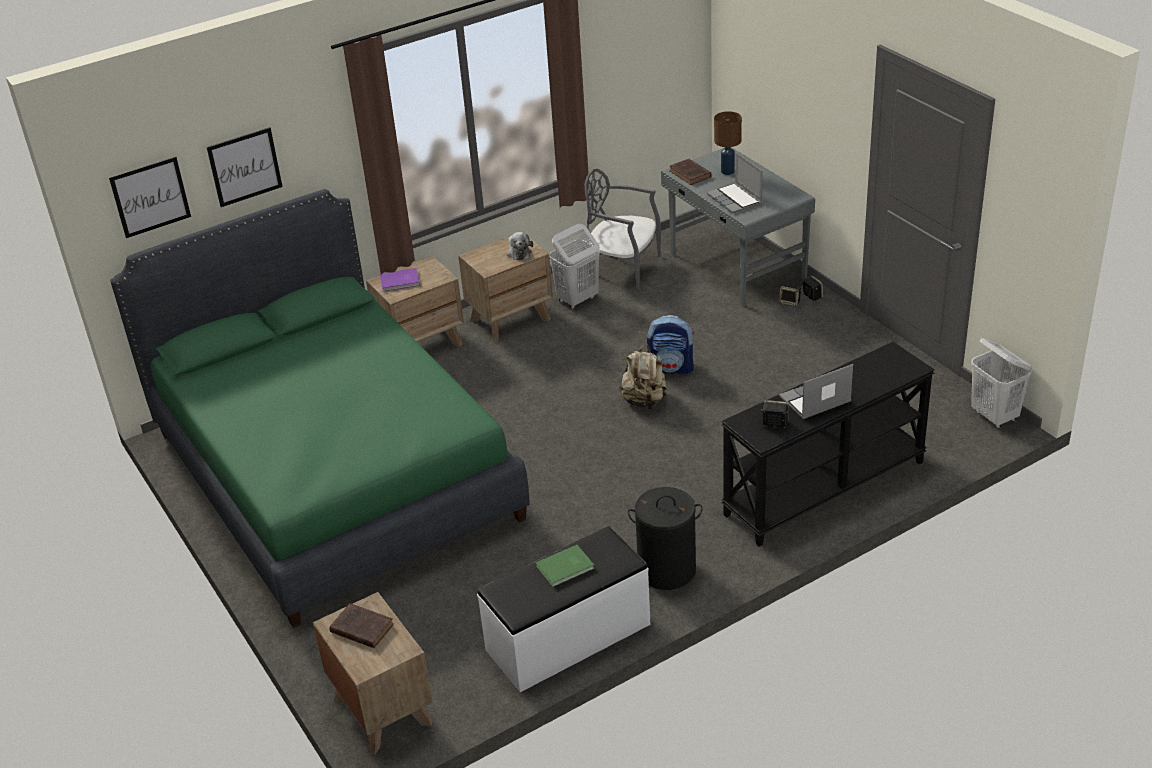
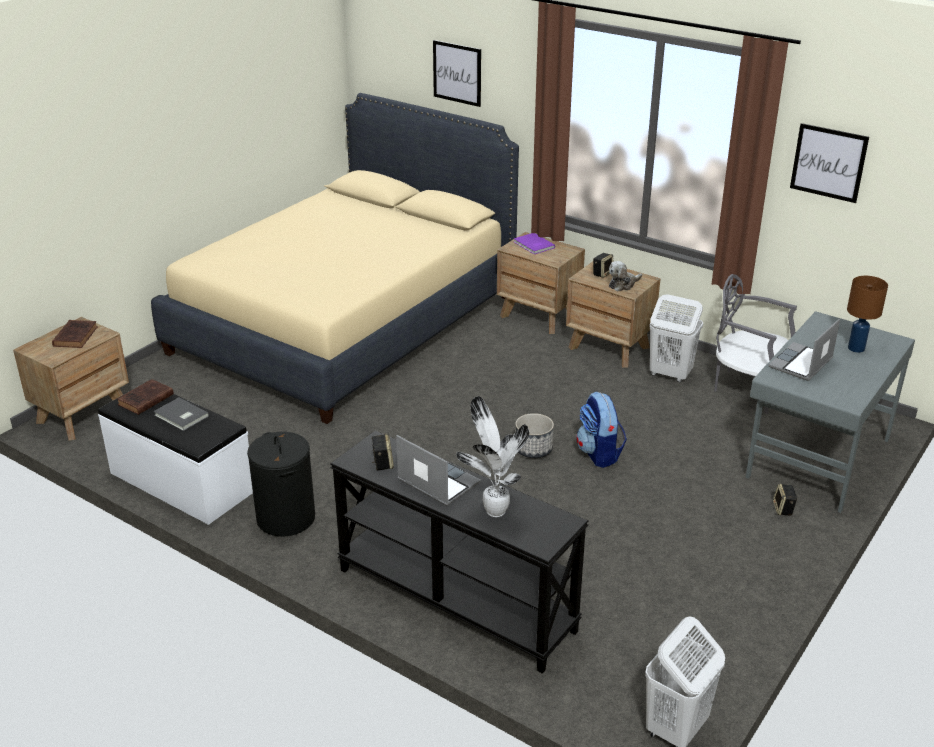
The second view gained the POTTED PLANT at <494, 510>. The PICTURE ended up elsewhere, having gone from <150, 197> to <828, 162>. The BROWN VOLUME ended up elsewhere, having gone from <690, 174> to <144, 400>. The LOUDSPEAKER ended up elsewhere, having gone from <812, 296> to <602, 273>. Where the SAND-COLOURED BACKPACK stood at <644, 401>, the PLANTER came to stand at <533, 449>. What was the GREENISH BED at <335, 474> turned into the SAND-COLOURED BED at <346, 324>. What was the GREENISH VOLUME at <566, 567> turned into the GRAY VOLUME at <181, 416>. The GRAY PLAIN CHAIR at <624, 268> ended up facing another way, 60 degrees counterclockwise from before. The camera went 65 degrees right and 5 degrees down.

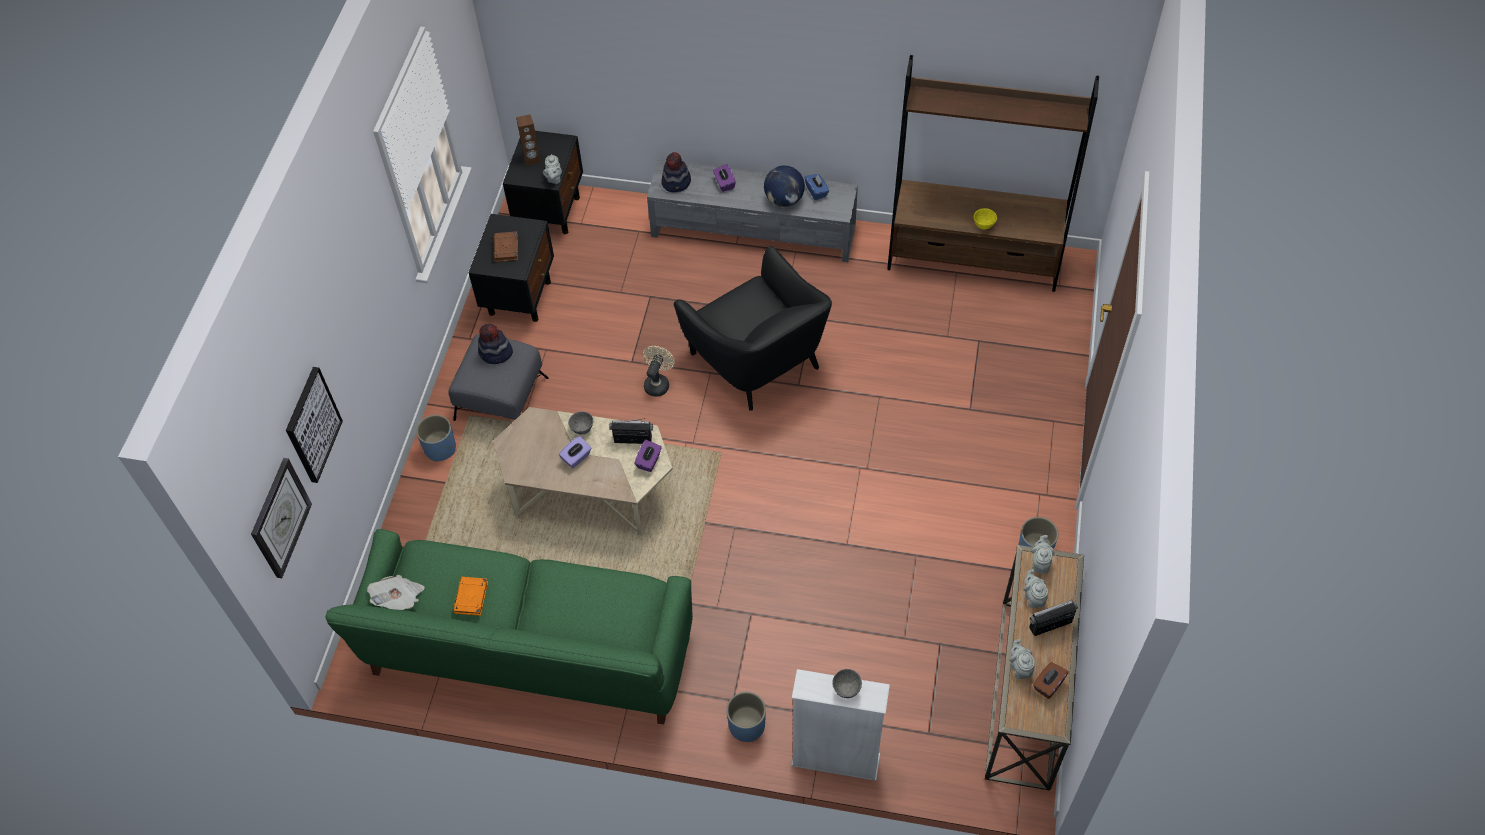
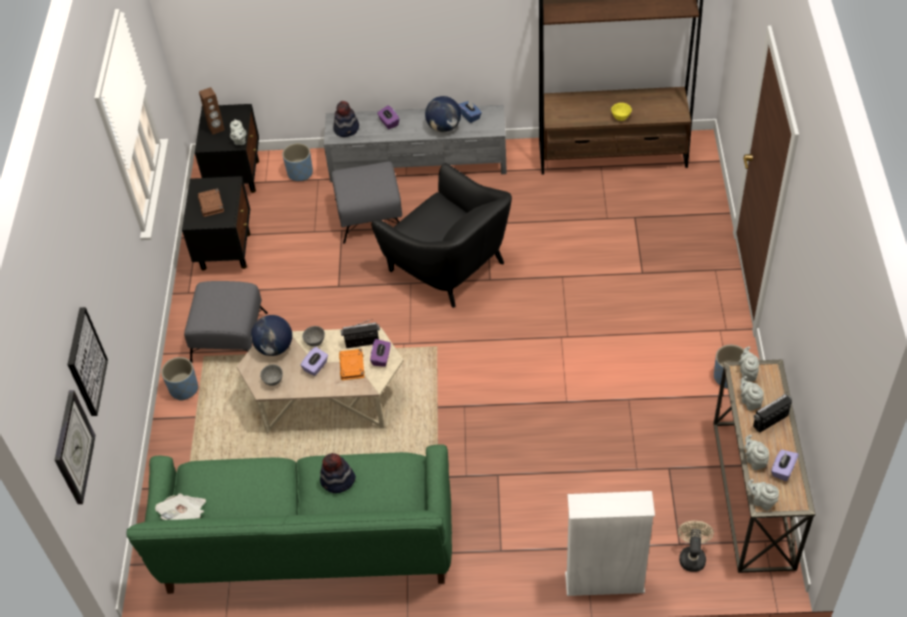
The second view gained the DESK GLOBE at <275, 348>. The second view gained the GRAY POUFFE at <370, 215>. The second view gained the GRAY POT FOR TEA at <762, 501>. The ORANGE-COLOURED VOLUME ended up elsewhere, having gone from <471, 598> to <352, 366>. The HAT ended up elsewhere, having gone from <496, 353> to <337, 481>. The SAND-COLOURED ELECTRIC FAN ended up elsewhere, having gone from <658, 383> to <692, 556>. The BLUE PLANTER ended up elsewhere, having gone from <746, 726> to <300, 173>. The GRAY SERVING BOWL ended up elsewhere, having gone from <847, 690> to <274, 381>. What was the BROWN TISSUE BOX at <1048, 684> turned into the PURPLE TISSUE BOX at <782, 470>. The camera went 10 degrees left and 5 degrees down.

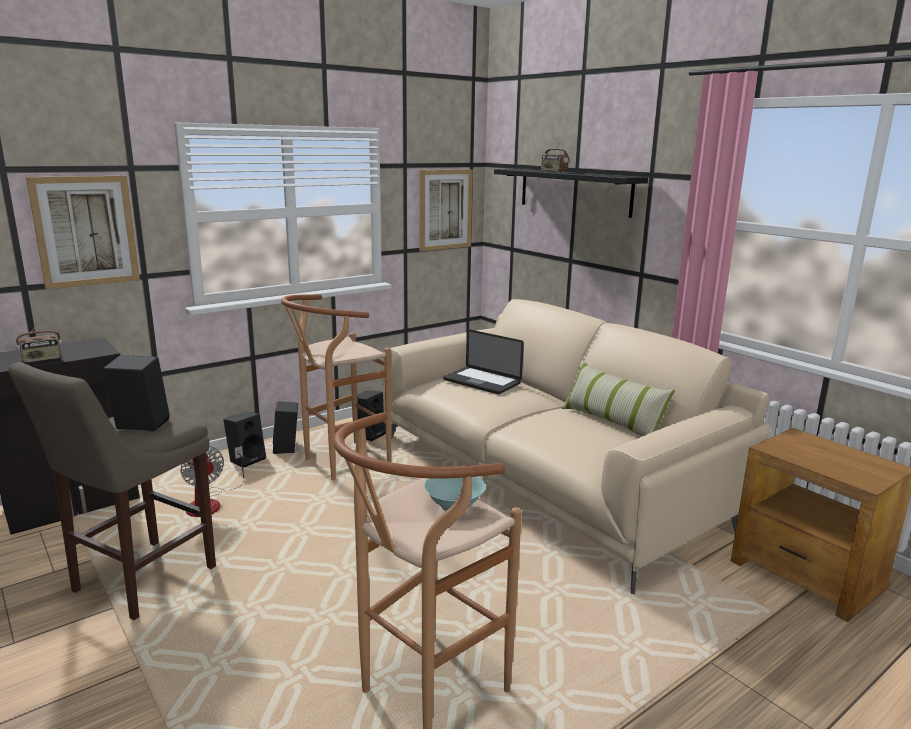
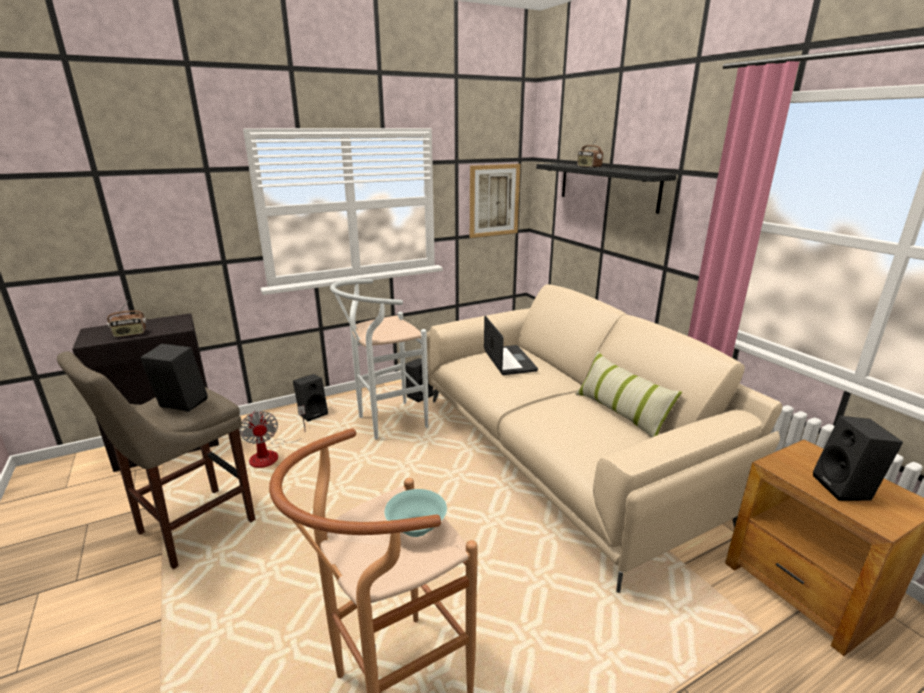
The second view lost the PICTURE at <86, 231>. The BLACKISH LOUDSPEAKER ended up elsewhere, having gone from <287, 449> to <846, 489>. What was the BROWN SITTING STOOL at <339, 464> turned into the WHITE SITTING STOOL at <385, 423>. The NOTEBOOK COMPUTER at <482, 382> ended up facing another way, 150 degrees counterclockwise from before. The camera went 10 degrees right and 5 degrees up.

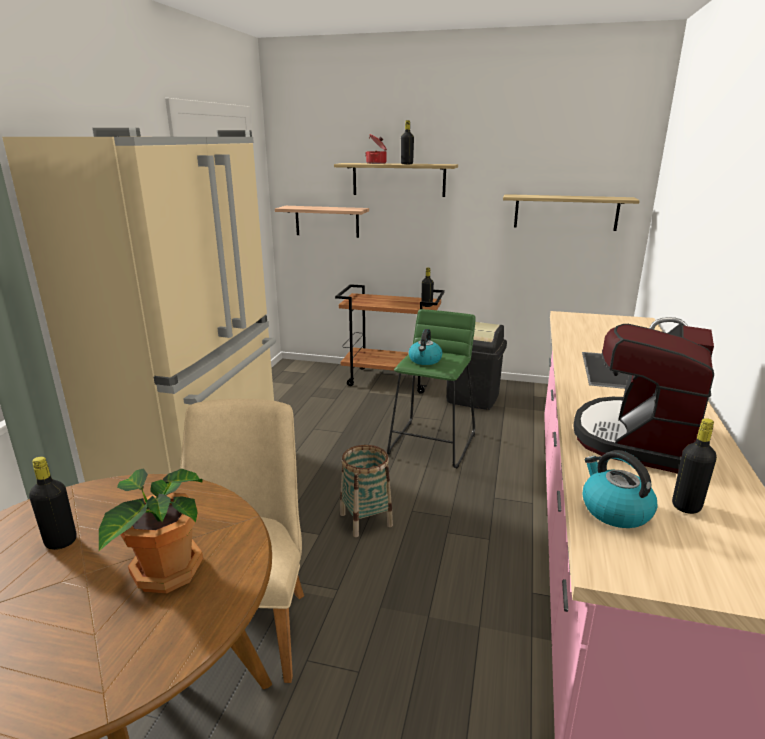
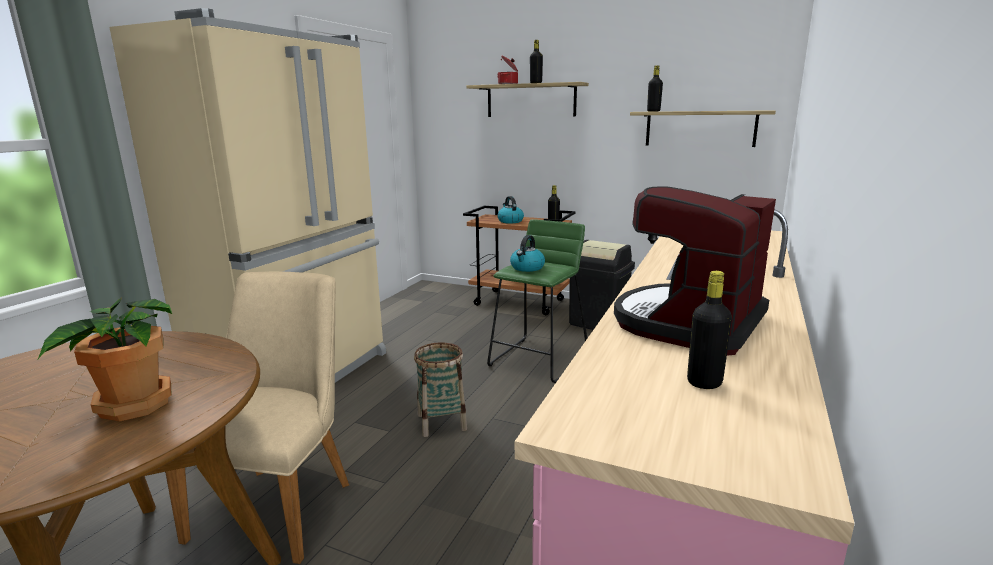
The second view lost the WALL SHELF at <327, 221>. The BLACKISH BEVERAGE BOTTLE ended up elsewhere, having gone from <61, 542> to <653, 111>. The KETTLE ended up elsewhere, having gone from <614, 510> to <510, 221>. The camera went 10 degrees right and 5 degrees down.

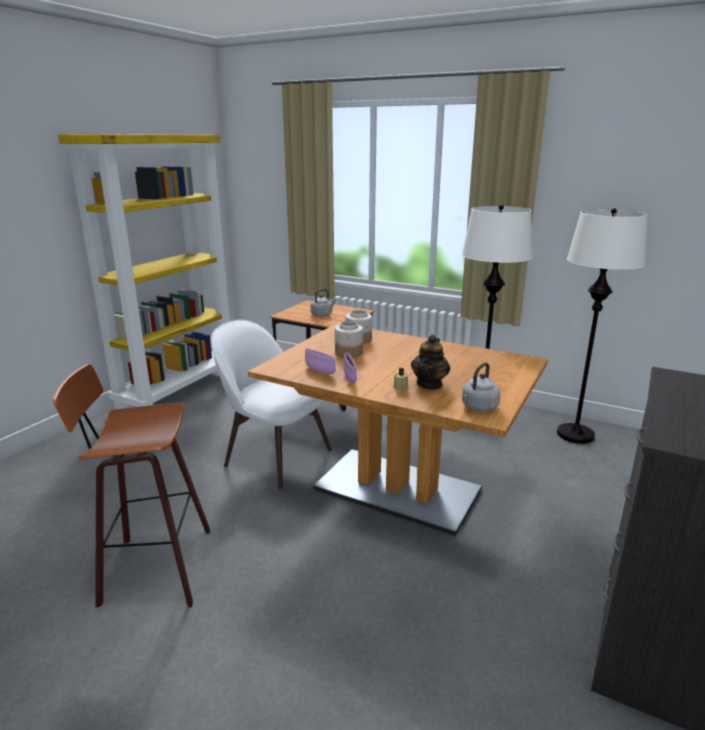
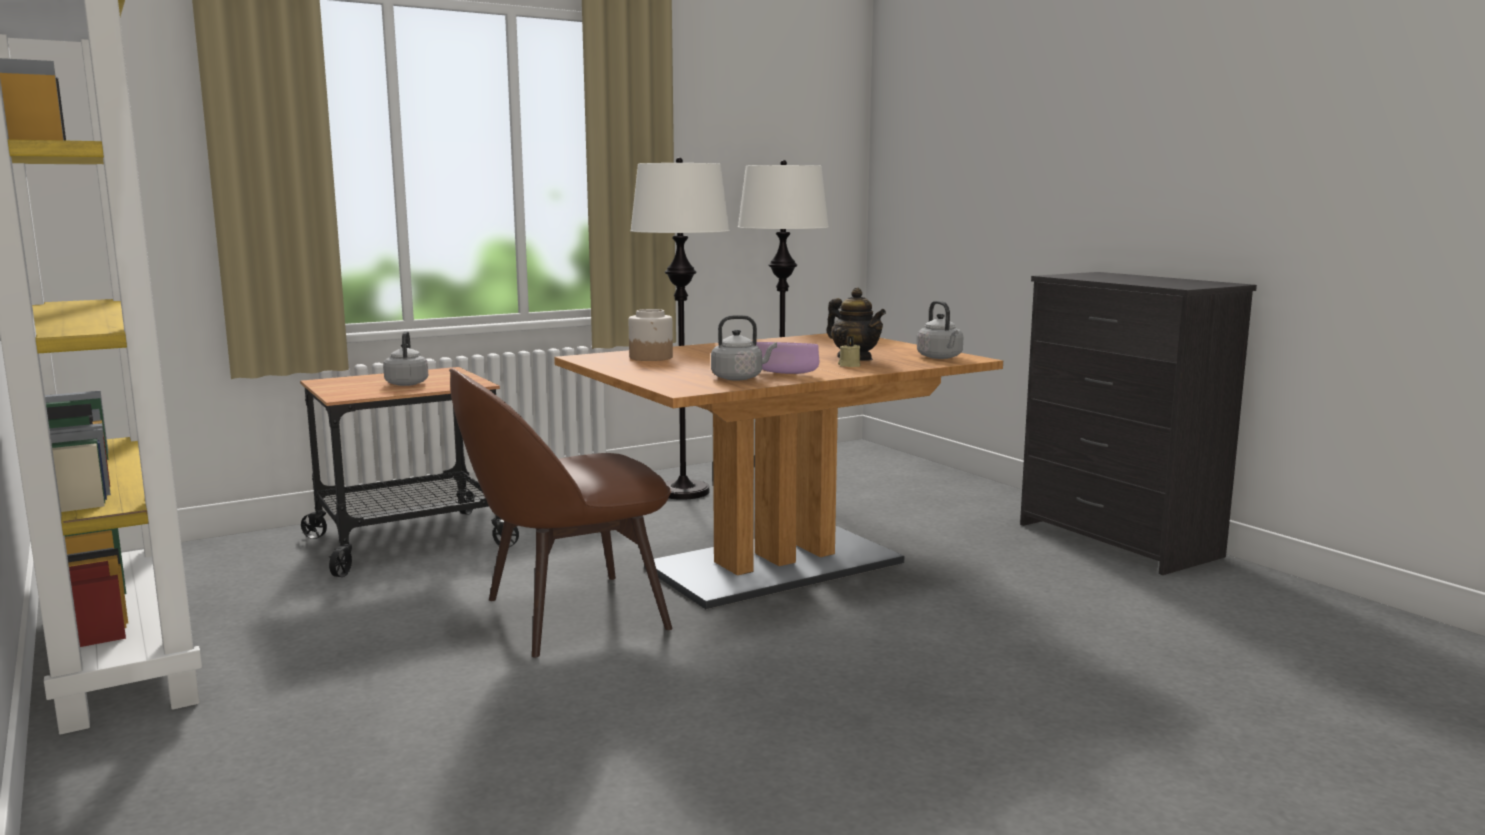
The second view lost the SITTING STOOL at <153, 568>. The second view lost the JAR at <349, 352>. Where the PURPLE SERVING BOWL stood at <320, 371>, the GRAY KETTLE came to stand at <740, 378>. What was the WHITE PLAIN CHAIR at <275, 456> turned into the BROWN PLAIN CHAIR at <567, 615>. The camera went 60 degrees left and 10 degrees down.

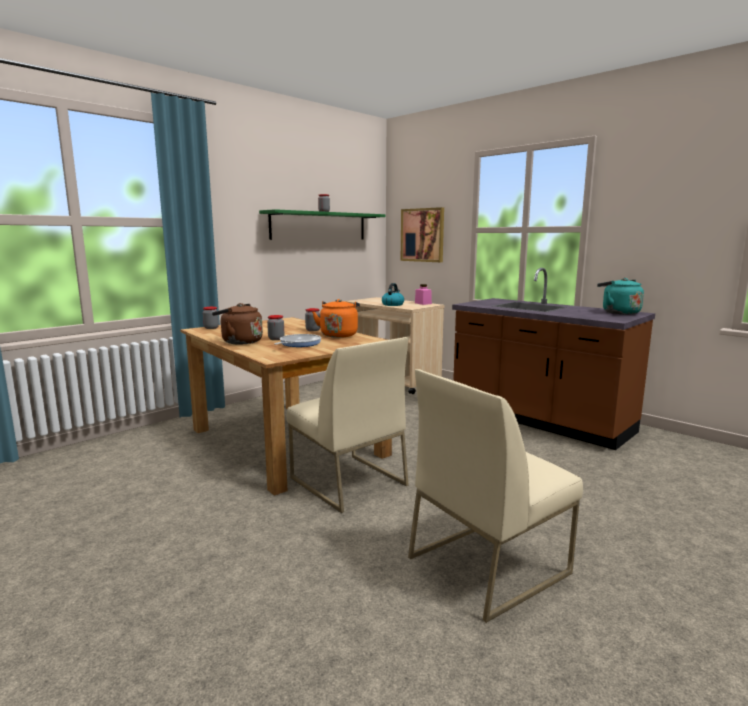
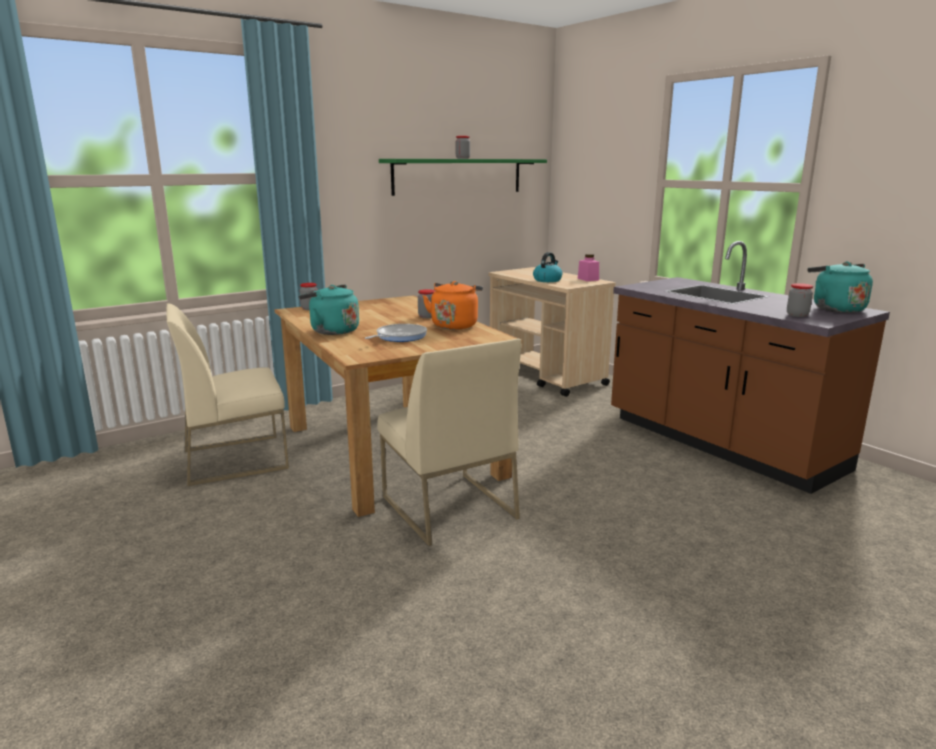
The second view lost the PICTURE at <422, 235>. The JAR ended up elsewhere, having gone from <276, 339> to <797, 315>. The SAND-COLOURED PLAIN CHAIR ended up elsewhere, having gone from <488, 564> to <236, 459>. What was the BROWN KETTLE at <239, 342> turned into the BLUE-GREEN KETTLE at <332, 331>. The camera went 10 degrees right and 5 degrees up.

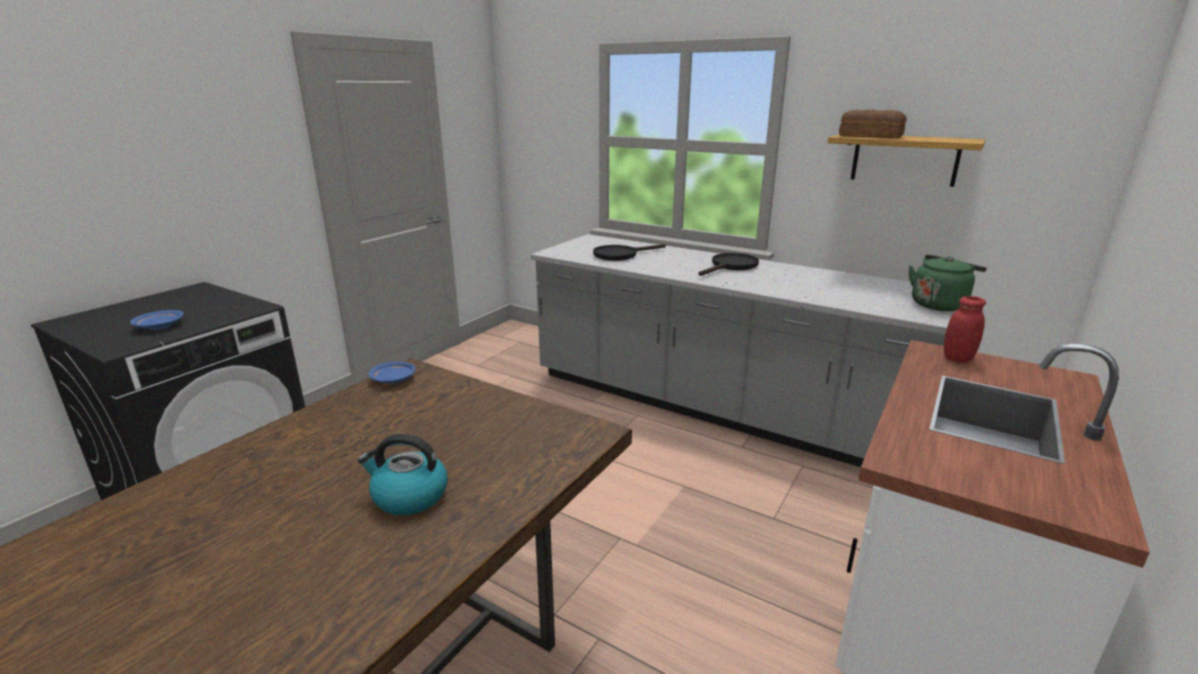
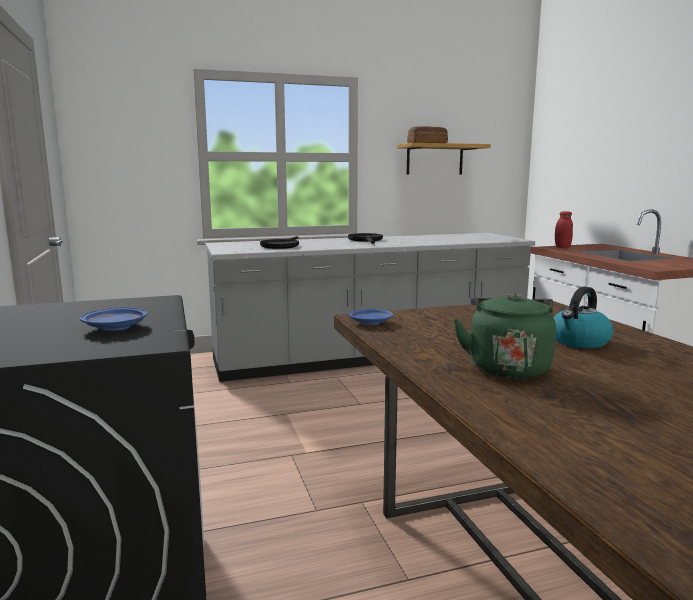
The GREENISH KETTLE ended up elsewhere, having gone from <939, 304> to <507, 367>. The camera went 50 degrees left and 10 degrees down.

